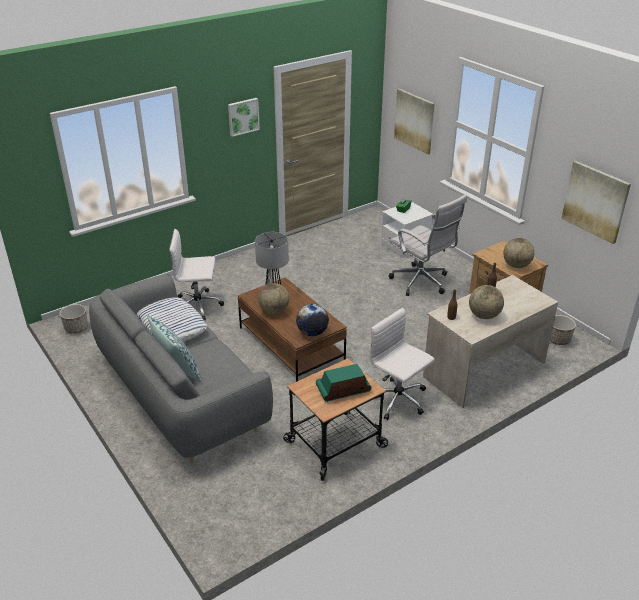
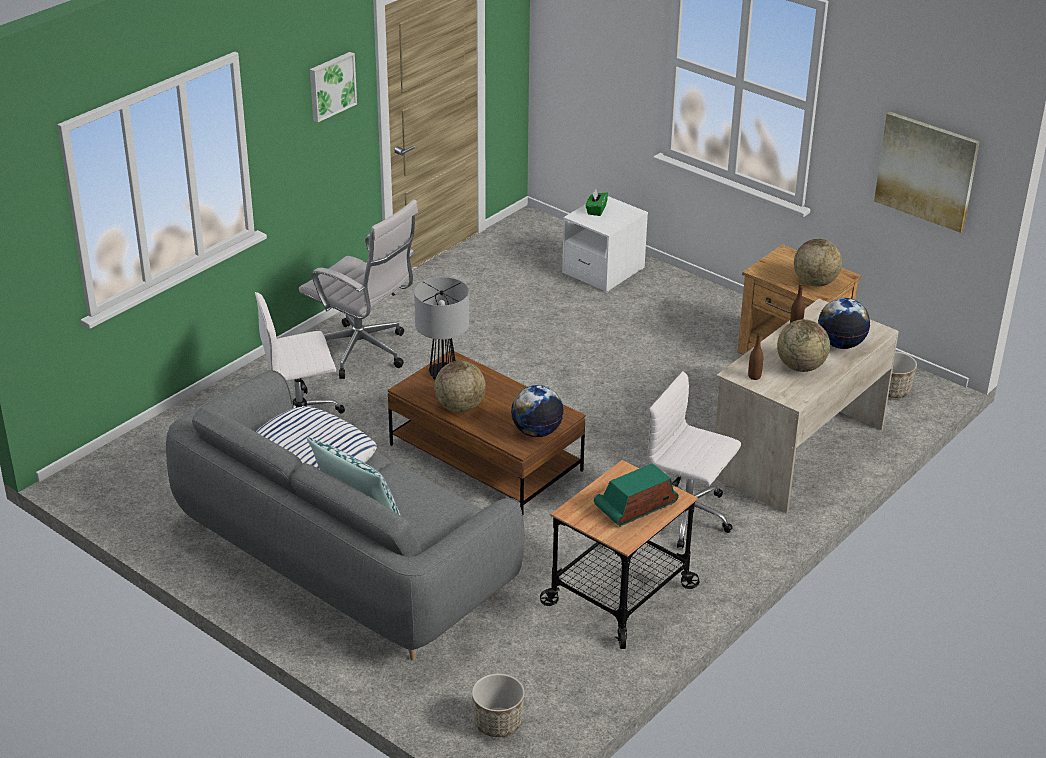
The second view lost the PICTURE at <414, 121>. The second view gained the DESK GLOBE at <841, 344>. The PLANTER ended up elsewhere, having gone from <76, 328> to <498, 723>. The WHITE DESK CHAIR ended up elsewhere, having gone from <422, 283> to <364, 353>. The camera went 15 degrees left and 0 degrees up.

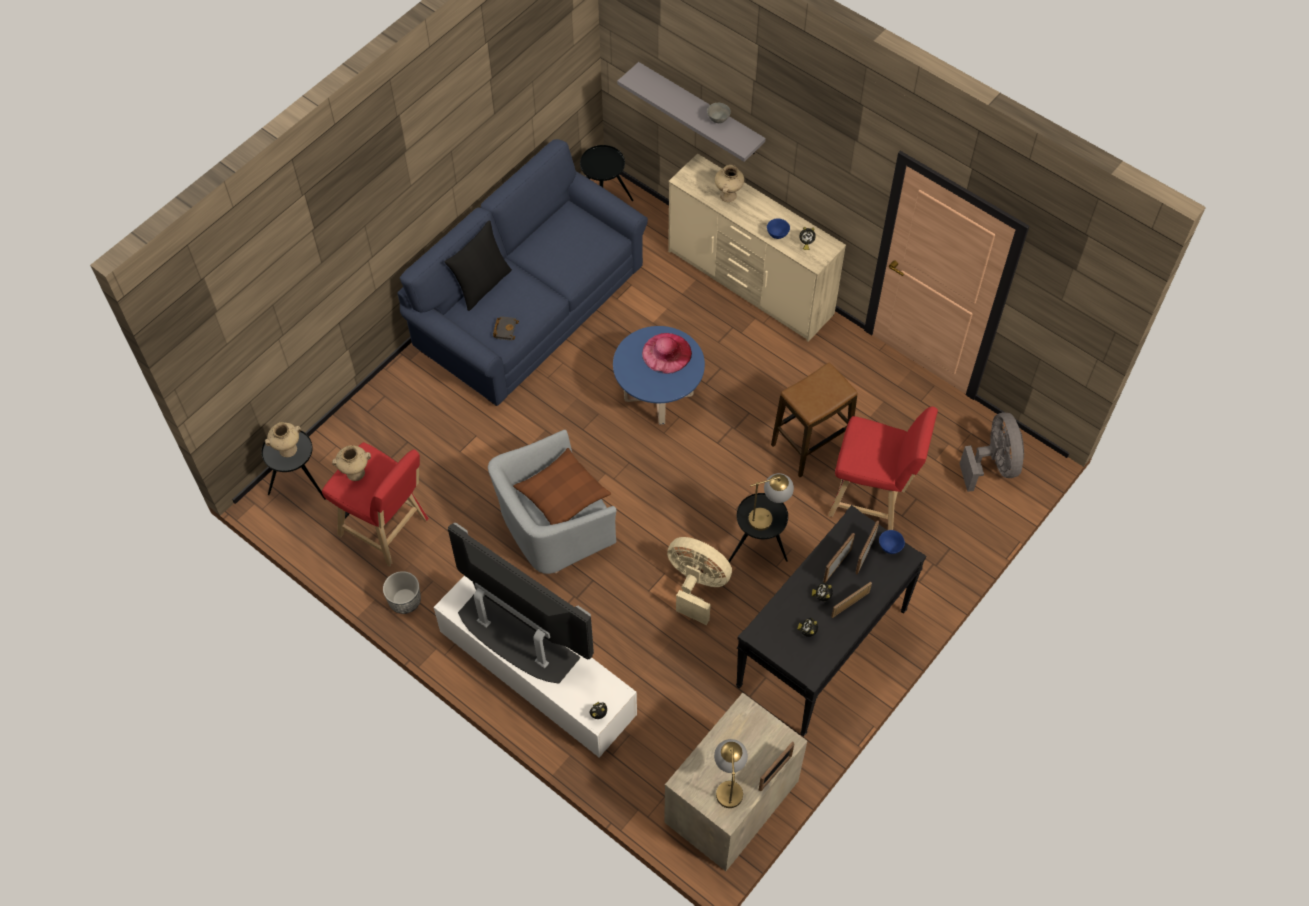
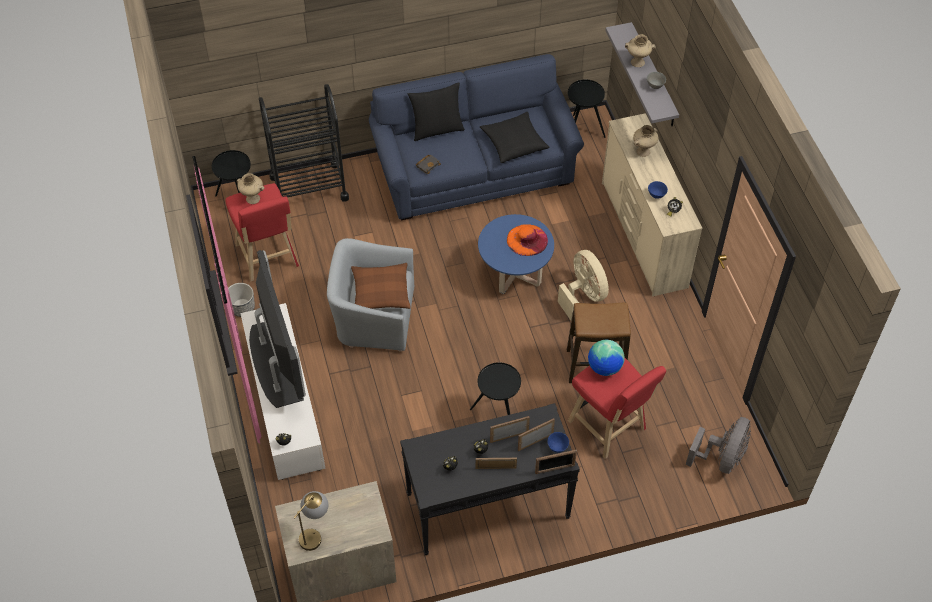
The second view lost the TABLETOP LAMP at <768, 517>. The second view gained the BLACKISH WHEELED CART at <309, 188>. The second view gained the BLACKISH CUSHION at <514, 142>. The second view gained the DESK GLOBE at <604, 367>. The SAND-COLOURED DECORATIVE VASE ended up elsewhere, having gone from <288, 450> to <637, 62>. The SAND-COLOURED ELECTRIC FAN ended up elsewhere, having gone from <696, 586> to <583, 295>. The PICTURE FRAME ended up elsewhere, having gone from <775, 772> to <555, 469>. What was the PINK-COLOURED HAT at <666, 353> turned into the ORANGE-COLOURED HAT at <527, 240>. The camera went 35 degrees right and 5 degrees down.

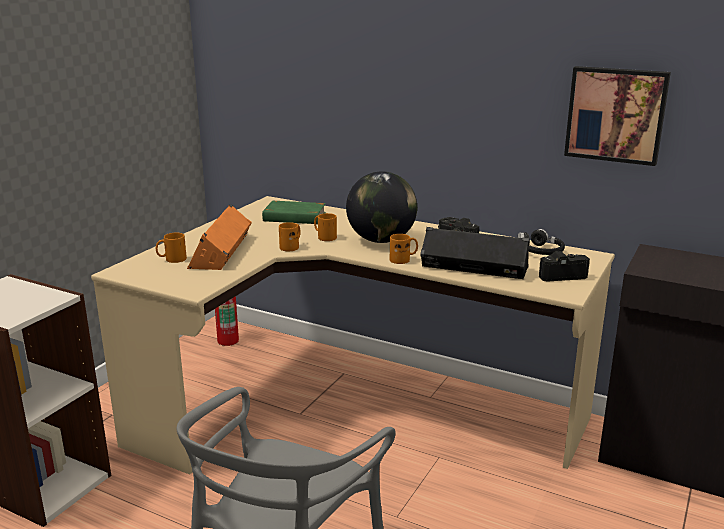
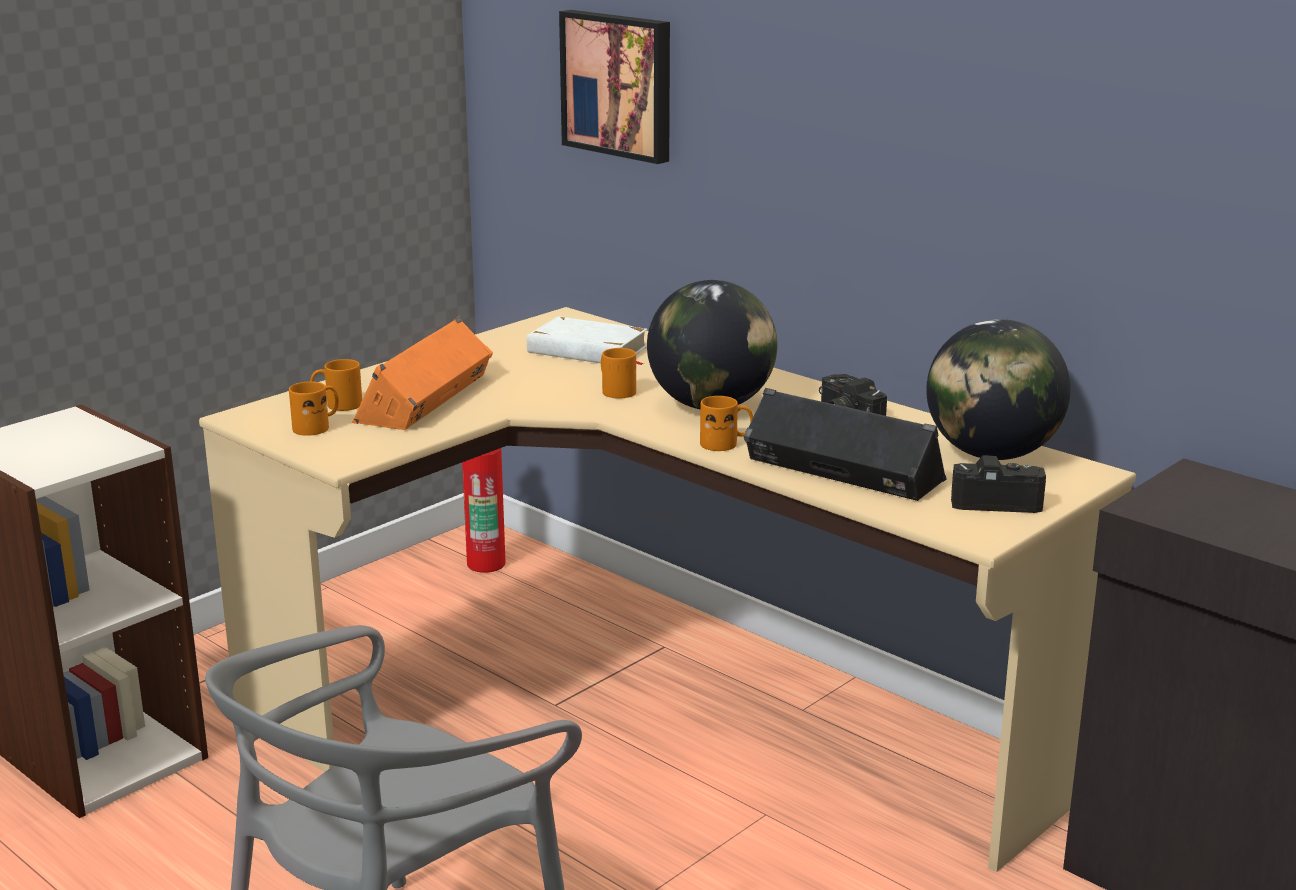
The ORANGE-COLOURED TEA MUG ended up elsewhere, having gone from <291, 246> to <317, 426>. The PICTURE ended up elsewhere, having gone from <616, 114> to <619, 84>. Where the BLACKISH PAIR OF HEADPHONES stood at <540, 251>, the DESK GLOBE came to stand at <991, 454>. What was the GREENISH VOLUME at <295, 217> turned into the WHITE VOLUME at <587, 350>. The camera went 15 degrees right and 0 degrees up.

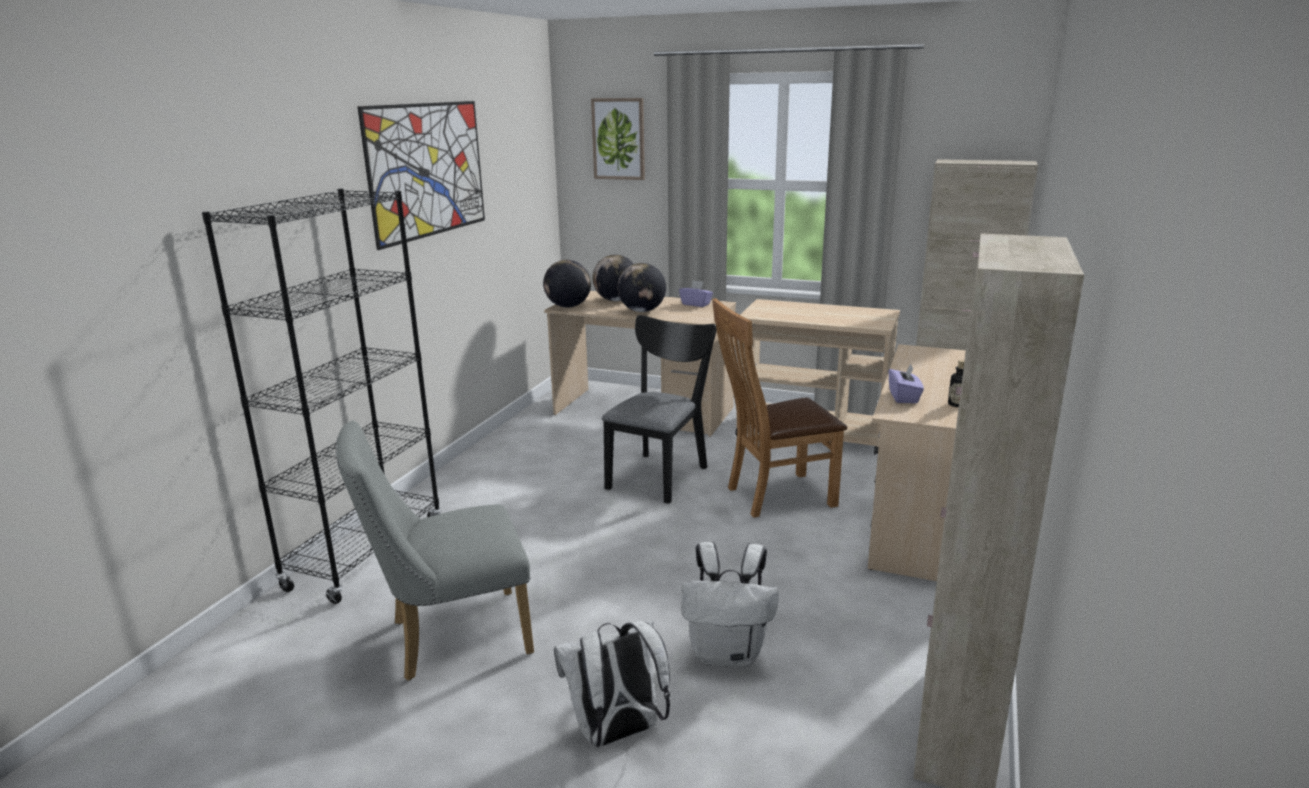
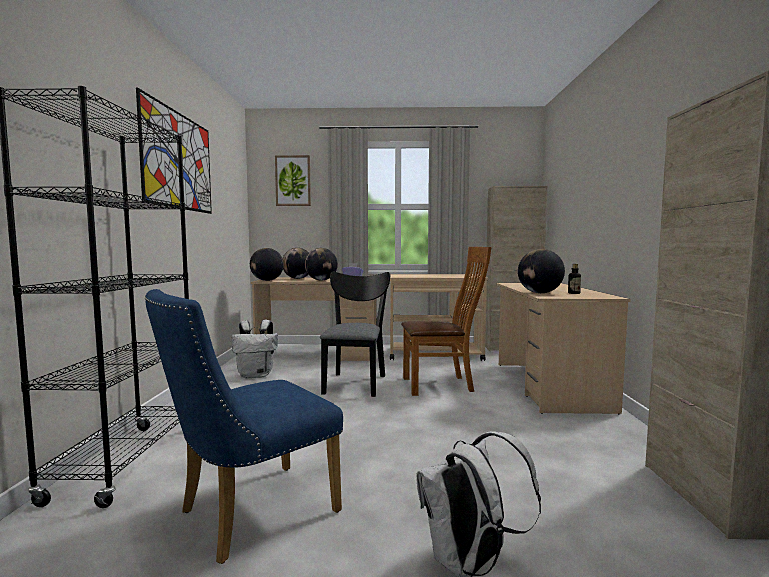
The WHITE BACKPACK ended up elsewhere, having gone from <728, 653> to <256, 375>. Where the PURPLE TISSUE BOX stood at <904, 397>, the DESK GLOBE came to stand at <540, 293>. What was the GRAY PLAIN CHAIR at <450, 638> turned into the BLUE PLAIN CHAIR at <248, 514>. The BROWN PLAIN CHAIR at <774, 496> ended up facing another way, 150 degrees counterclockwise from before. The camera went 20 degrees left and 15 degrees down.

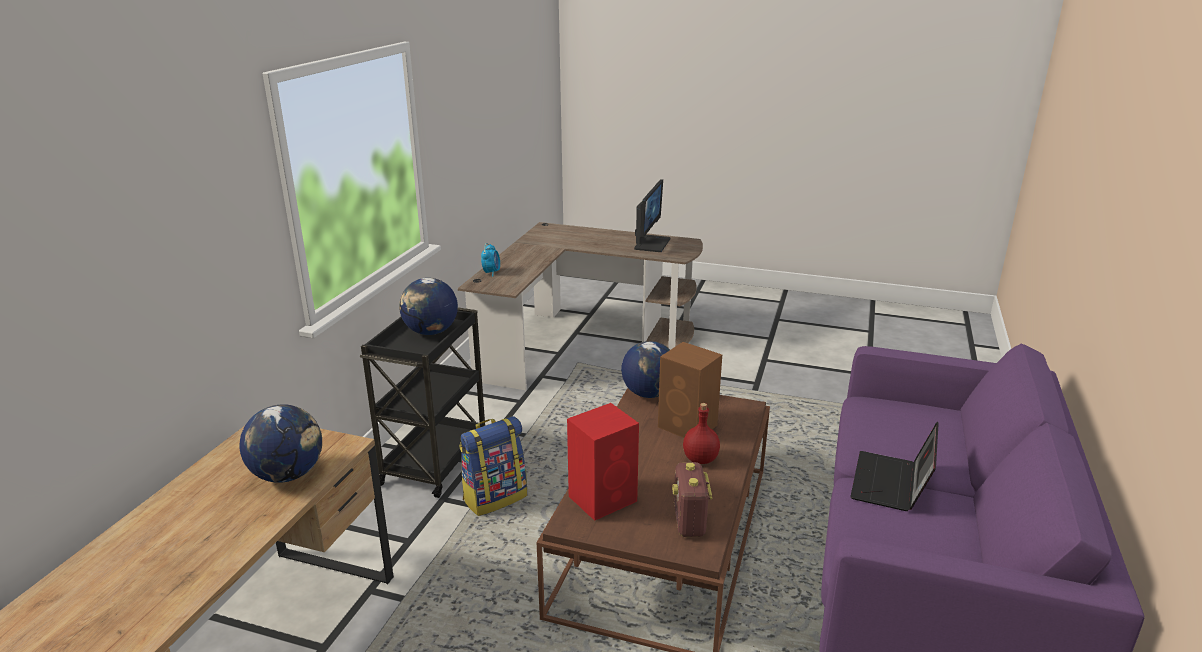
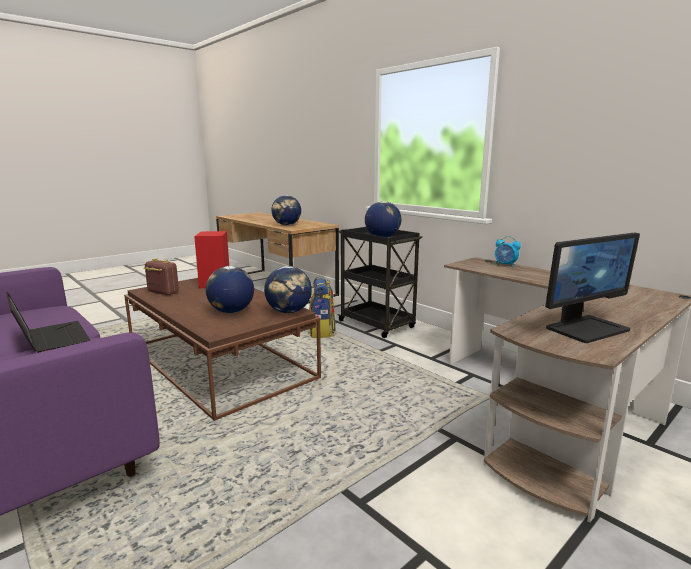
The second view lost the RED BEVERAGE BOTTLE at <699, 459>. Where the BROWN LOUDSPEAKER stood at <688, 426>, the DESK GLOBE came to stand at <231, 311>. The MONITOR at <651, 243> ended up facing another way, 75 degrees counterclockwise from before. The camera went 120 degrees right and 10 degrees down.

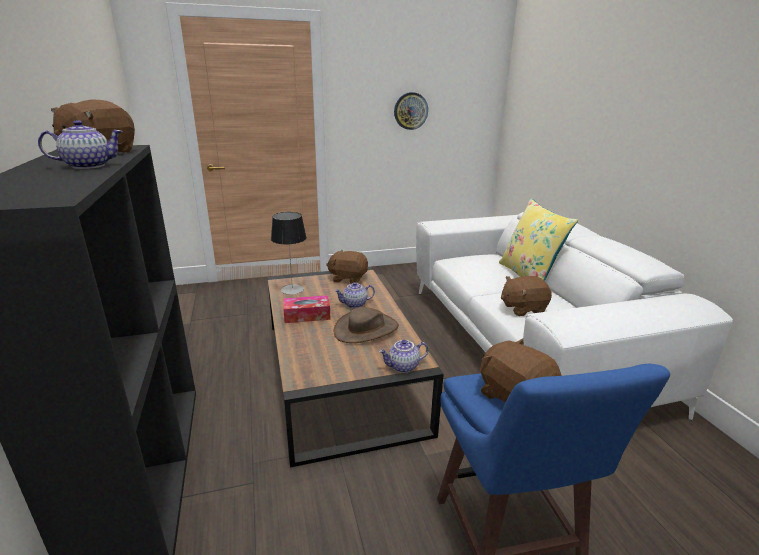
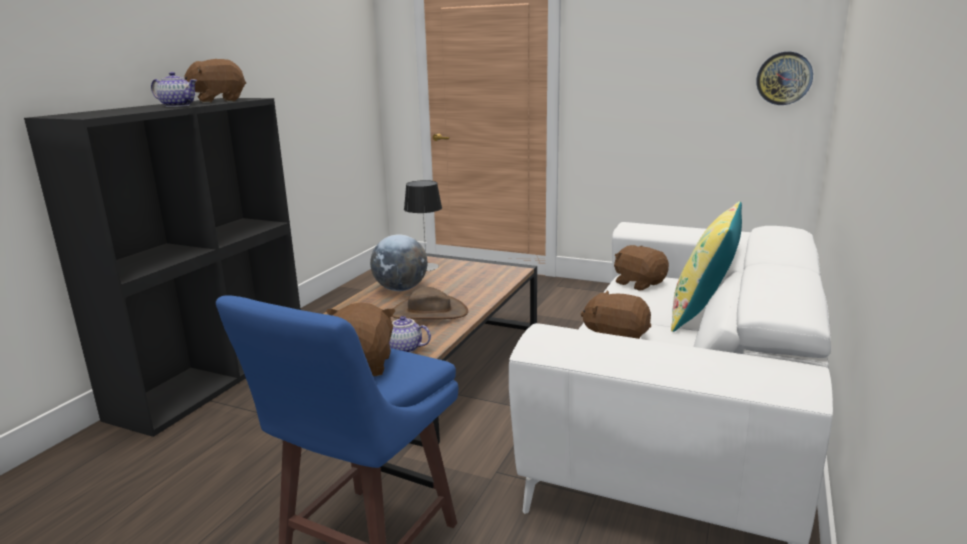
The second view lost the POT FOR TEA at <355, 304>. The BROWN PLUSH TOY ended up elsewhere, having gone from <348, 278> to <639, 283>. The WALL CLOCK ended up elsewhere, having gone from <410, 111> to <784, 78>. Where the TISSUE BOX stood at <307, 315>, the DESK GLOBE came to stand at <401, 289>. The camera went 40 degrees right and 5 degrees down.

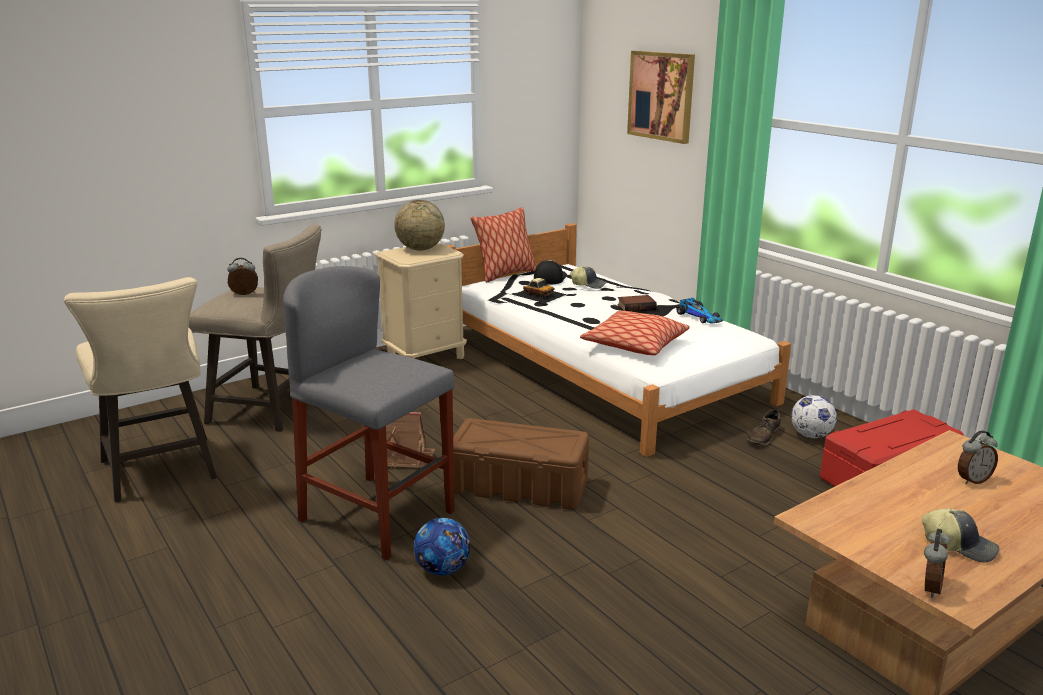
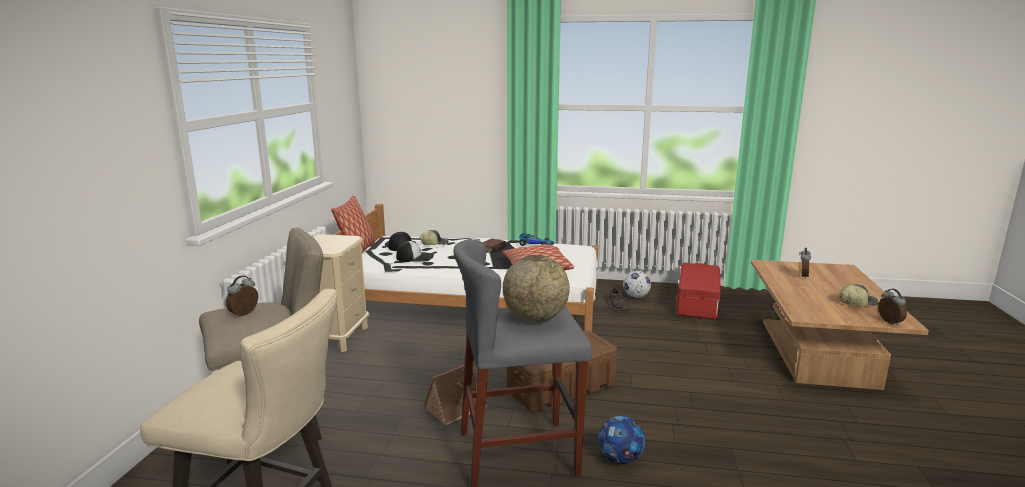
The second view lost the PICTURE at <661, 96>. The DESK GLOBE ended up elsewhere, having gone from <420, 249> to <535, 319>. Where the MINIATURE CAR stood at <539, 294>, the PEAKED CAP came to stand at <415, 257>. The camera went 45 degrees left and 5 degrees down.

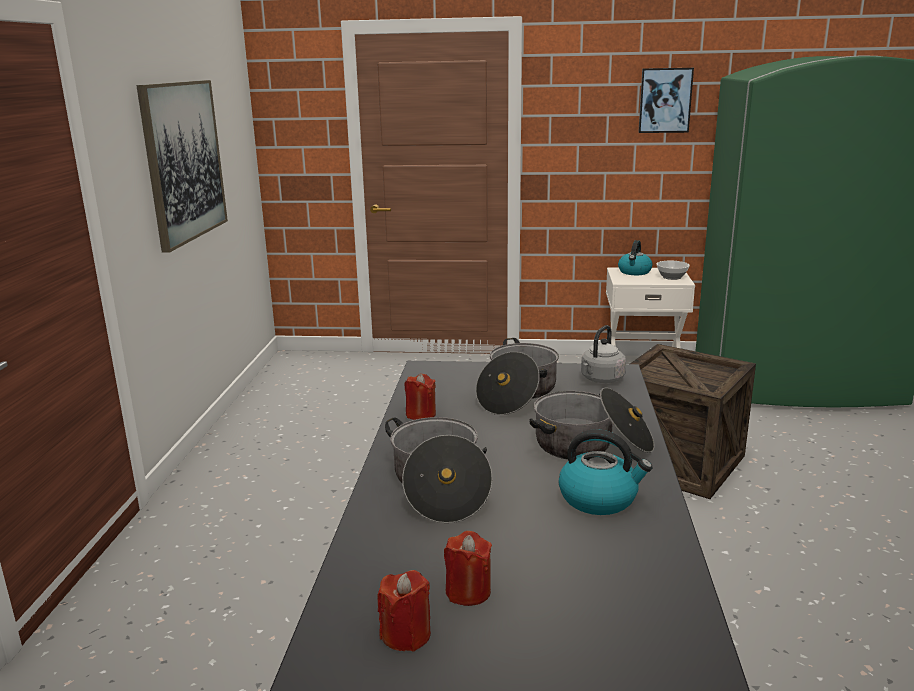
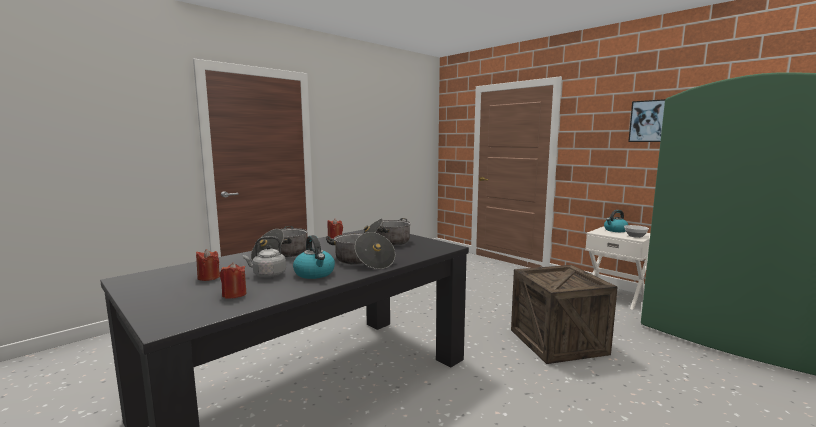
The second view lost the PICTURE at <183, 161>. The RED WAX LIGHT ended up elsewhere, having gone from <406, 635> to <234, 294>. The GRAY KETTLE ended up elsewhere, having gone from <601, 379> to <267, 275>. The camera went 40 degrees right and 10 degrees down.

